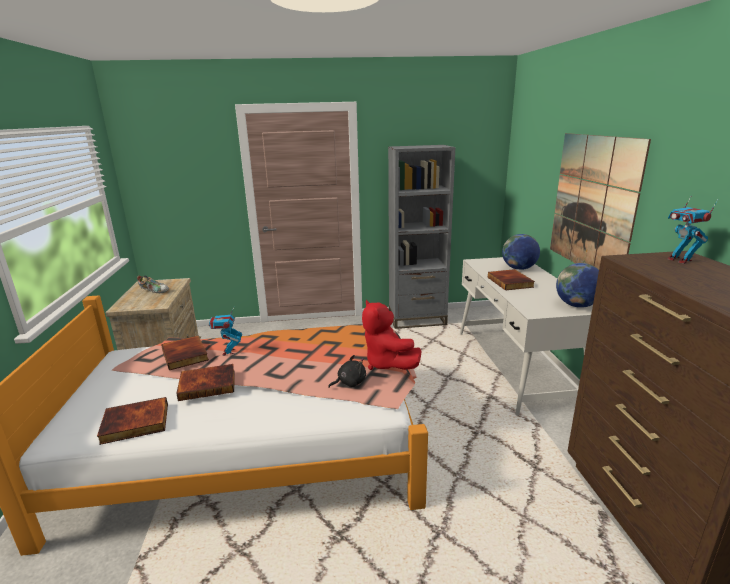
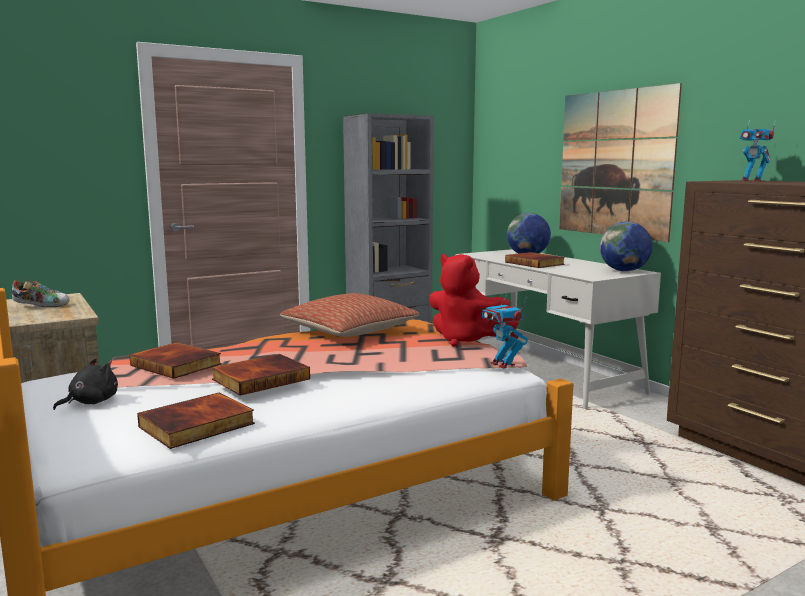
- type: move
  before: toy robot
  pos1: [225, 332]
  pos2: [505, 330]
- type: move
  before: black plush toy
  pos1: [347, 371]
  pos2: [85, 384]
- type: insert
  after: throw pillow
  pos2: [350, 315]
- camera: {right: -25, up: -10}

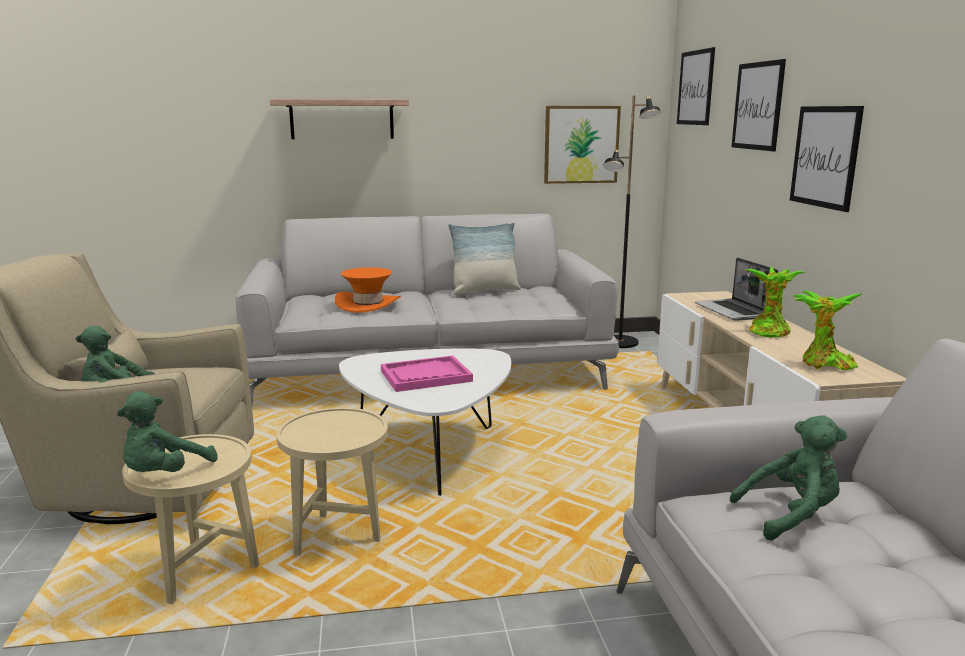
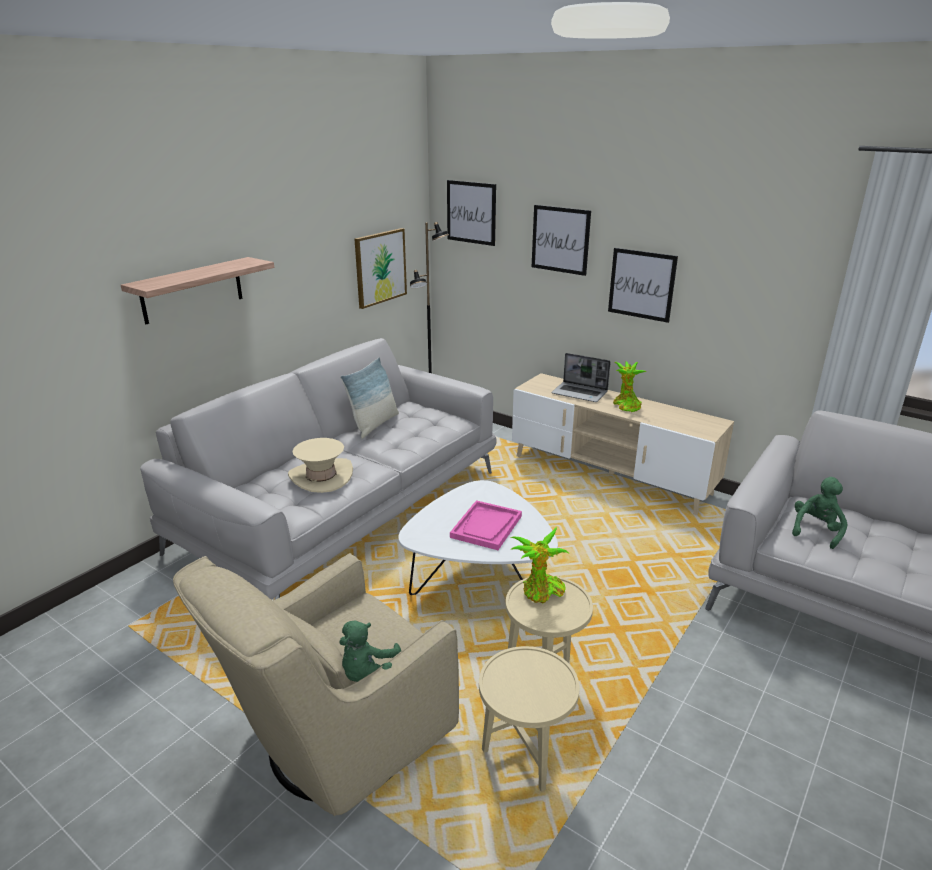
- type: delete
  before: green plush toy
  pos1: [167, 431]
- type: recolor
  before: orange-coloured wearable hat
  after: beige-coloured wearable hat
  pos1: [368, 290]
  pos2: [320, 465]
- type: move
  before: potted plant
  pos1: [827, 330]
  pos2: [539, 565]
- camera: {right: -45, up: 10}

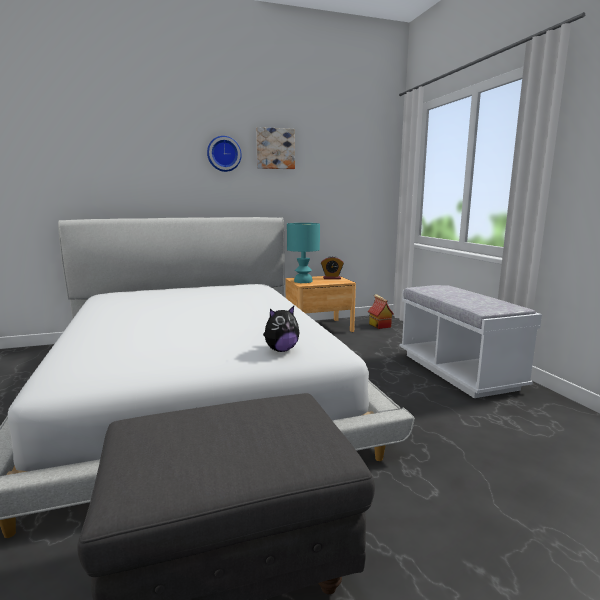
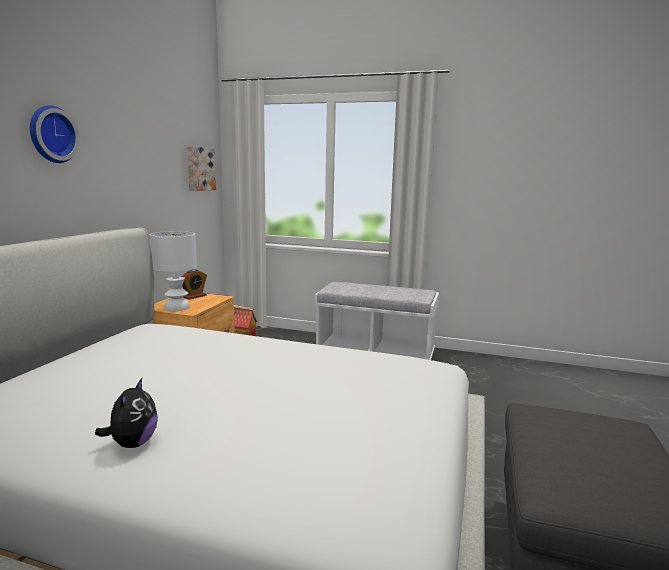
- type: move
  before: picture
  pos1: [275, 148]
  pos2: [201, 168]
- type: move
  before: plush toy
  pos1: [281, 329]
  pos2: [126, 413]
- type: recolor
  before: turquoise table lamp
  after: white-coloured table lamp
  pos1: [303, 253]
  pos2: [173, 271]
- camera: {right: -55, up: 0}

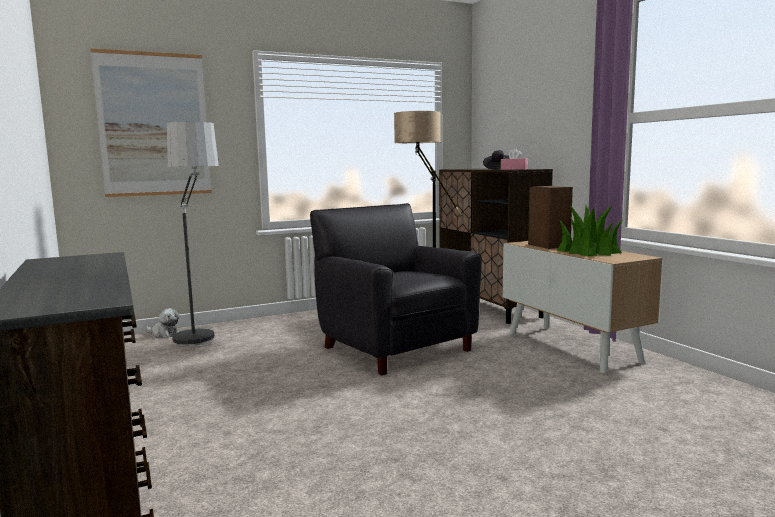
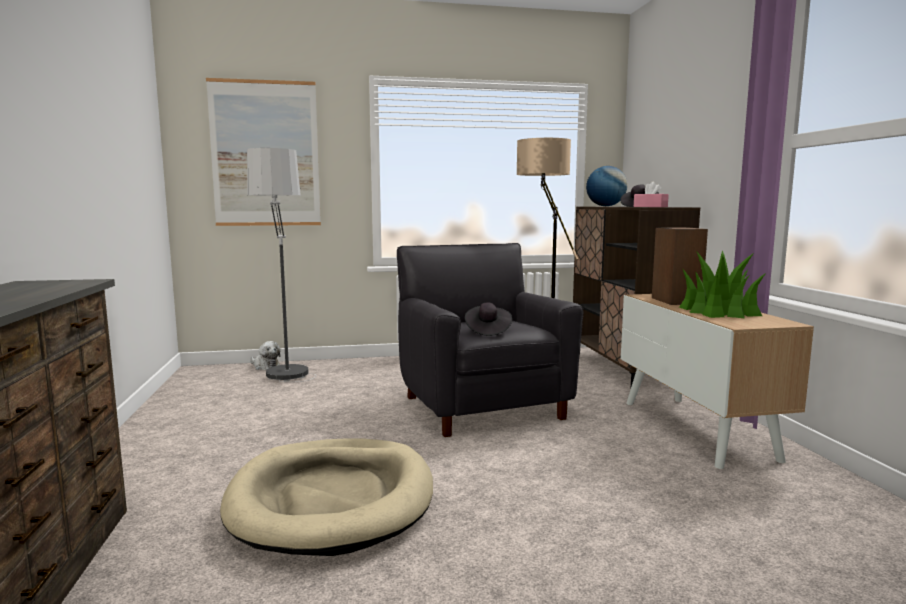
- type: insert
  after: beige-coloured dog bed
  pos2: [326, 497]
- type: insert
  after: black wearable hat
  pos2: [488, 319]
- type: insert
  after: world globe
  pos2: [606, 186]
- camera: {right: 15, up: 0}

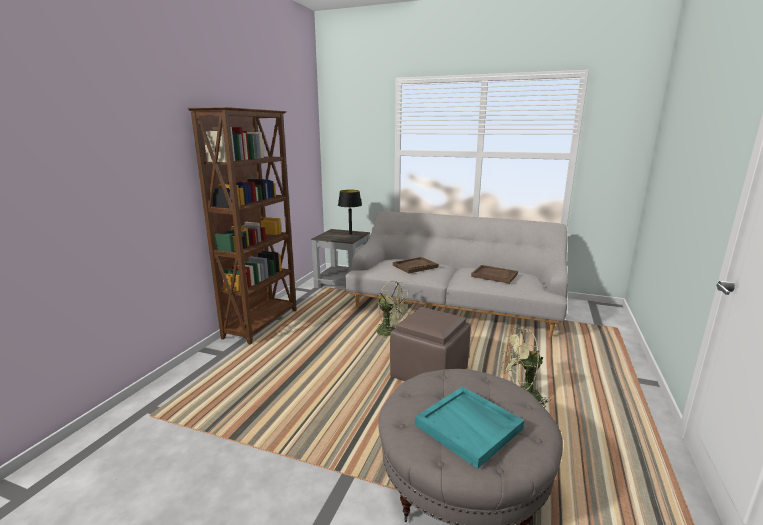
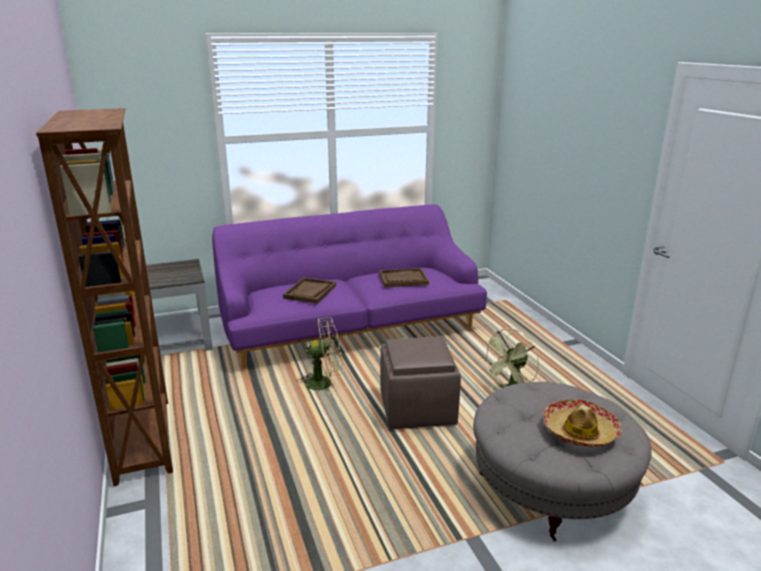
- type: delete
  before: black table lamp
  pos1: [350, 212]
- type: recolor
  before: gray couch
  after: purple-coloured couch
  pos1: [456, 274]
  pos2: [349, 287]
- type: replace
  before: turquoise carrying tray
  after: wearable hat
  pos1: [469, 427]
  pos2: [582, 423]
- camera: {right: -40, up: 5}

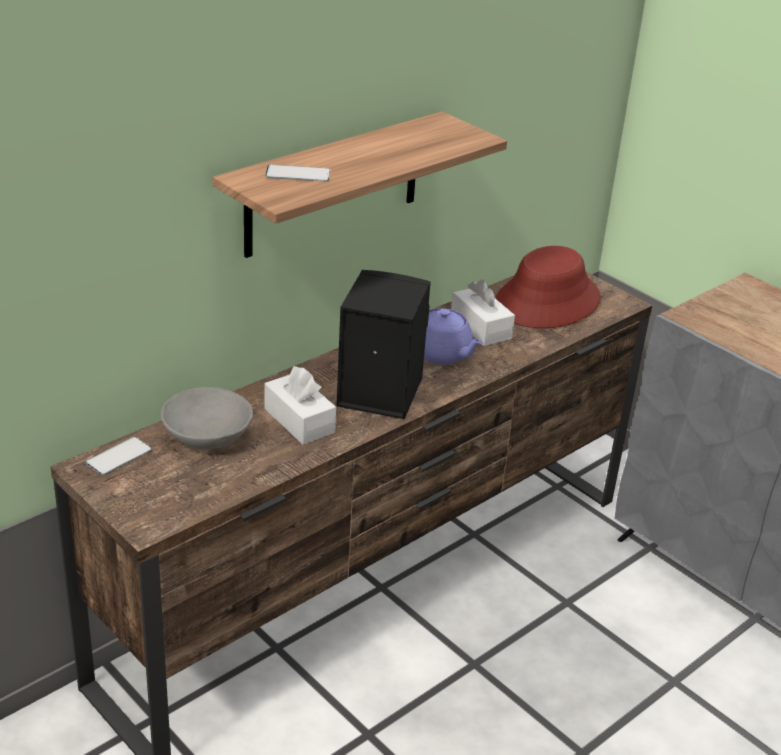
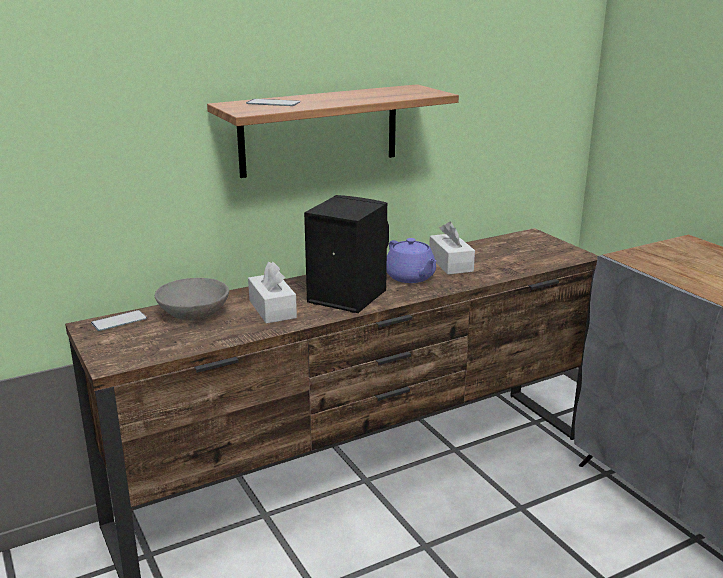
- type: delete
  before: reddish wearable hat
  pos1: [548, 287]
- camera: {right: 15, up: -10}

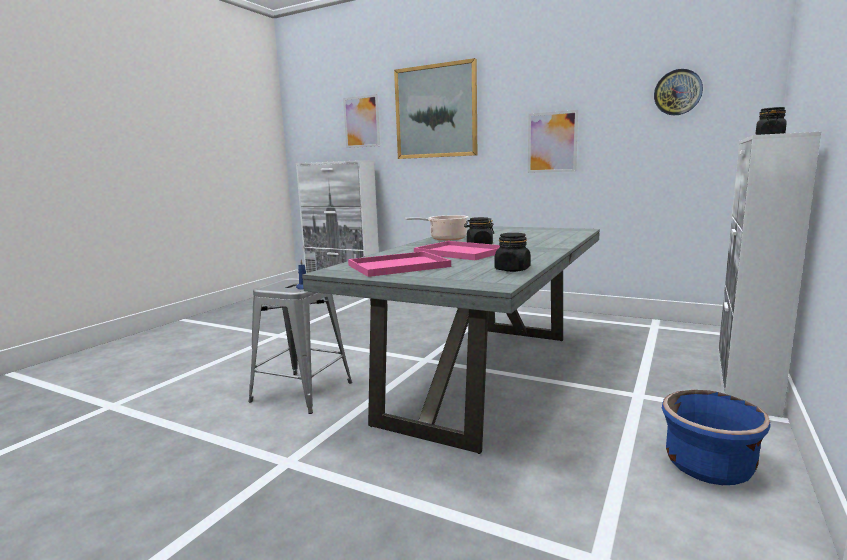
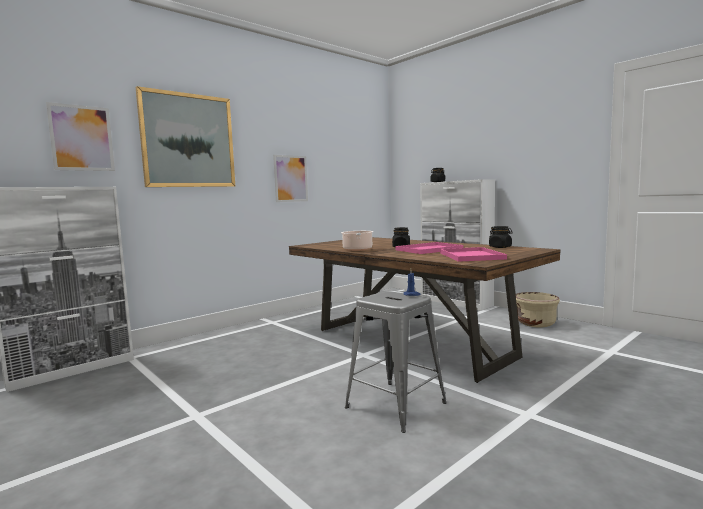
- type: recolor
  before: gray kitchen table
  after: brown kitchen table
  pos1: [451, 340]
  pos2: [424, 310]
- type: delete
  before: wall clock
  pos1: [678, 92]
- type: recolor
  before: blue plant pot
  after: beige-coloured plant pot
  pos1: [716, 437]
  pos2: [537, 310]
- camera: {right: -70, up: -5}

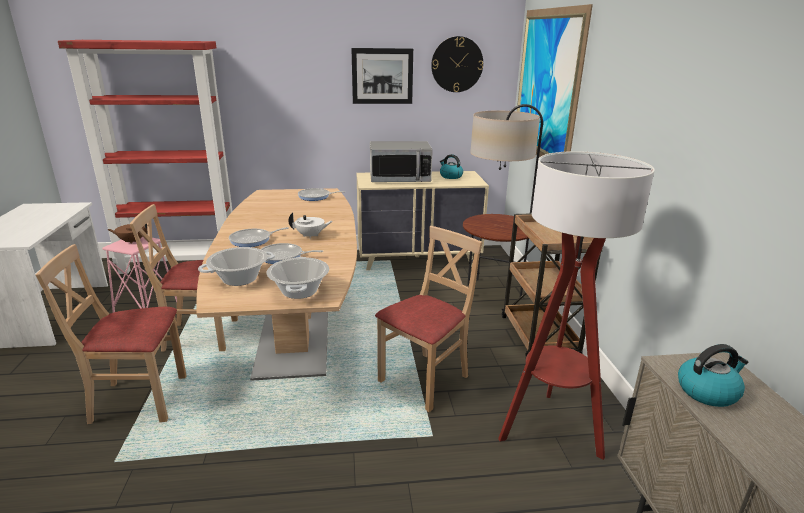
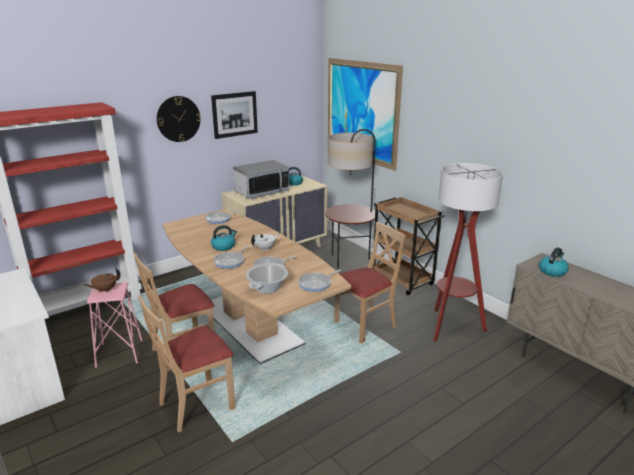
- type: replace
  before: stockpot
  after: skillet
  pos1: [297, 278]
  pos2: [319, 281]
- type: rotate
  before: beige-coloured upright chair
  pos1: [428, 319]
  pos2: [369, 283]
  turn: 45
- type: move
  before: wall clock
  pos1: [457, 64]
  pos2: [179, 119]
- type: insert
  after: kettle
  pos2: [224, 238]
- camera: {right: -30, up: 0}

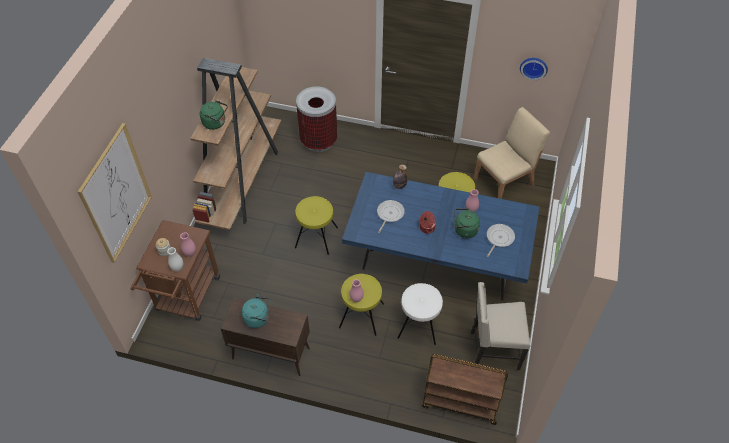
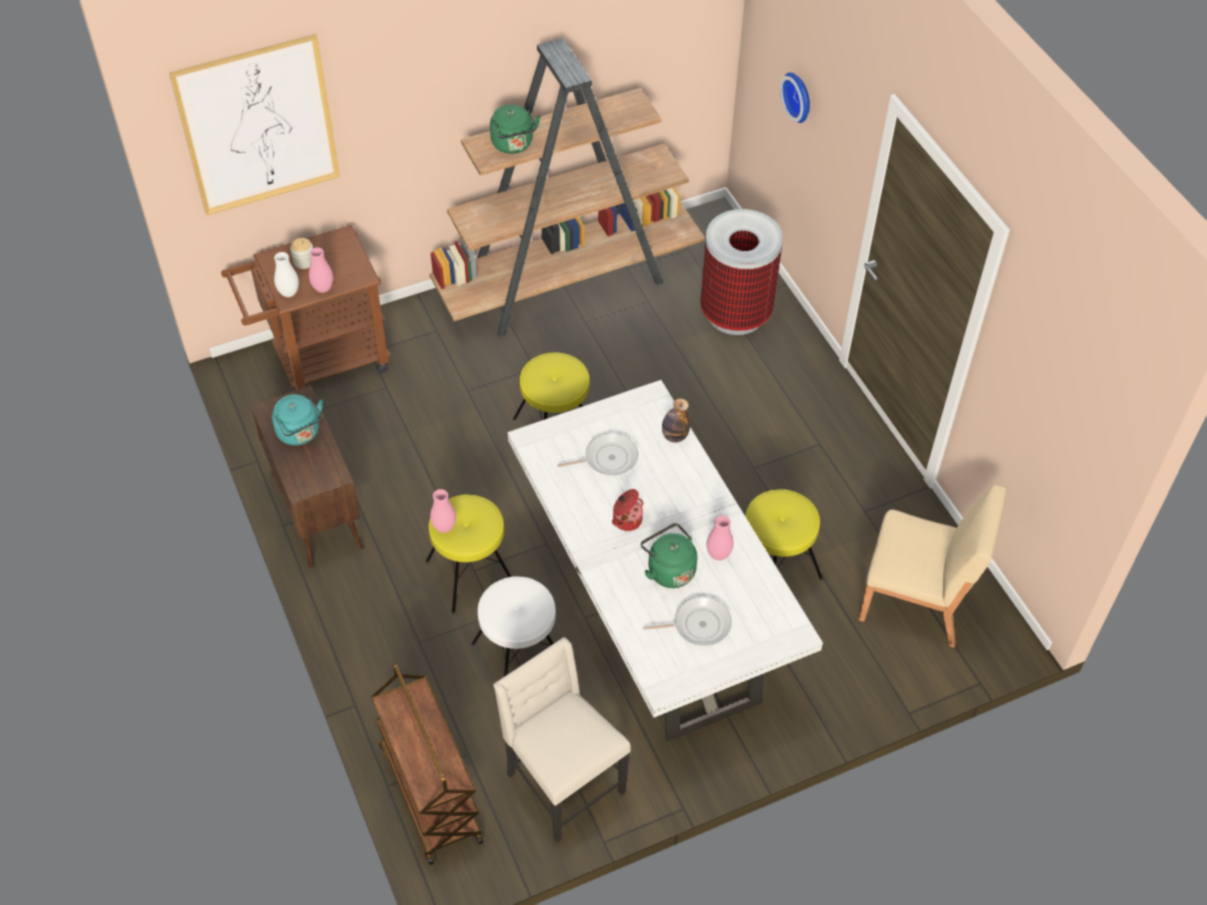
- type: recolor
  before: blue kitchen table
  after: white-coloured kitchen table
  pos1: [441, 236]
  pos2: [665, 561]
- type: move
  before: wall clock
  pos1: [534, 69]
  pos2: [795, 97]
- camera: {right: 50, up: 0}

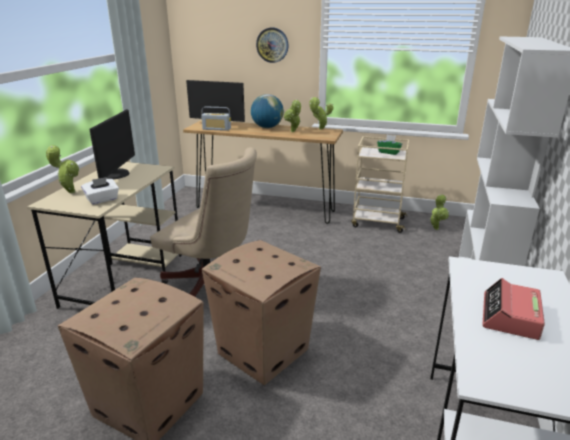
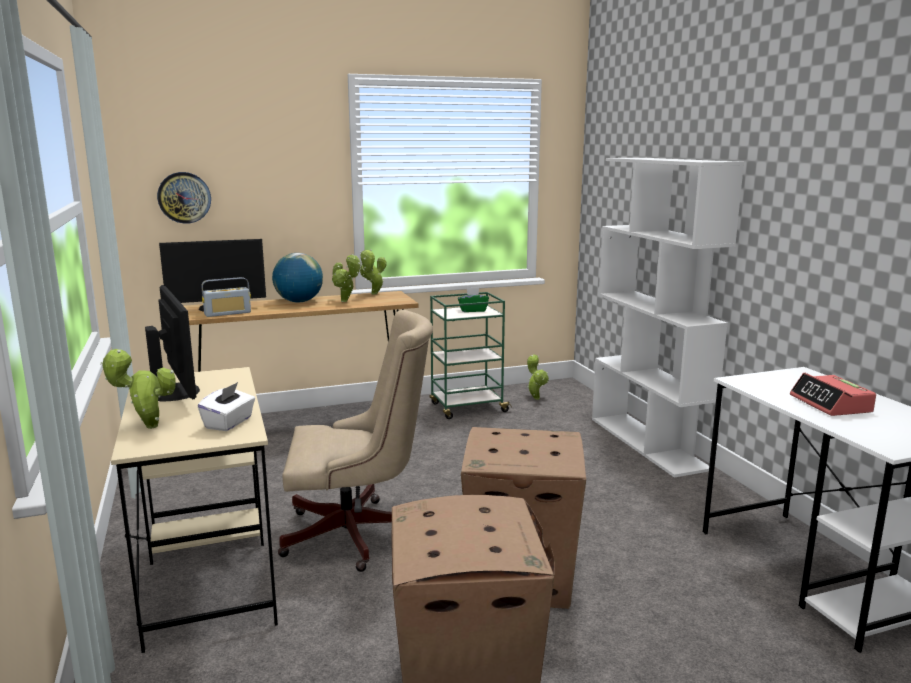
- type: move
  before: wall clock
  pos1: [272, 45]
  pos2: [184, 198]
- type: recolor
  before: beige-coloured cart
  after: green cart
  pos1: [380, 184]
  pos2: [470, 355]
- camera: {right: -35, up: -10}

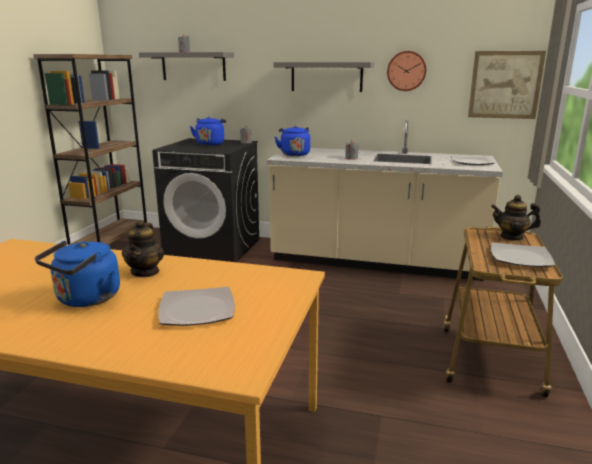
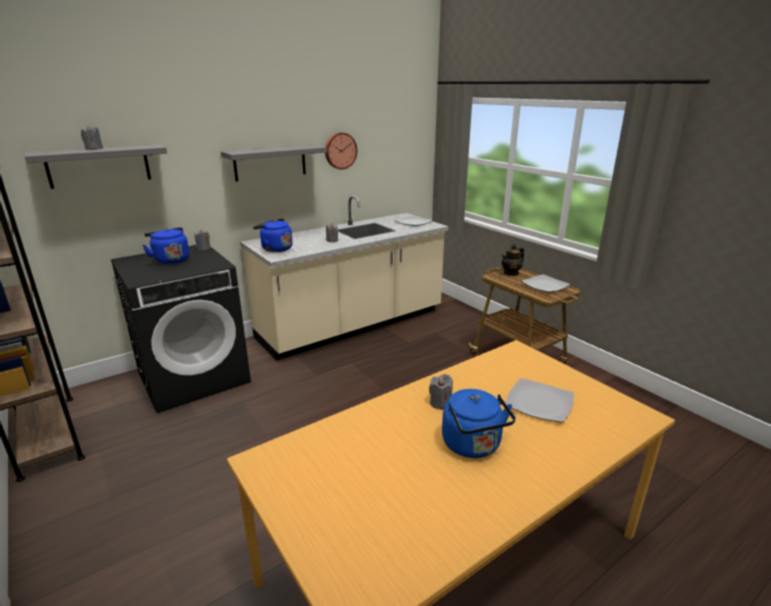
- type: replace
  before: pot for tea
  after: gray wax light
  pos1: [143, 248]
  pos2: [441, 392]
- type: delete
  before: picture
  pos1: [507, 85]
- camera: {right: -50, up: 5}

